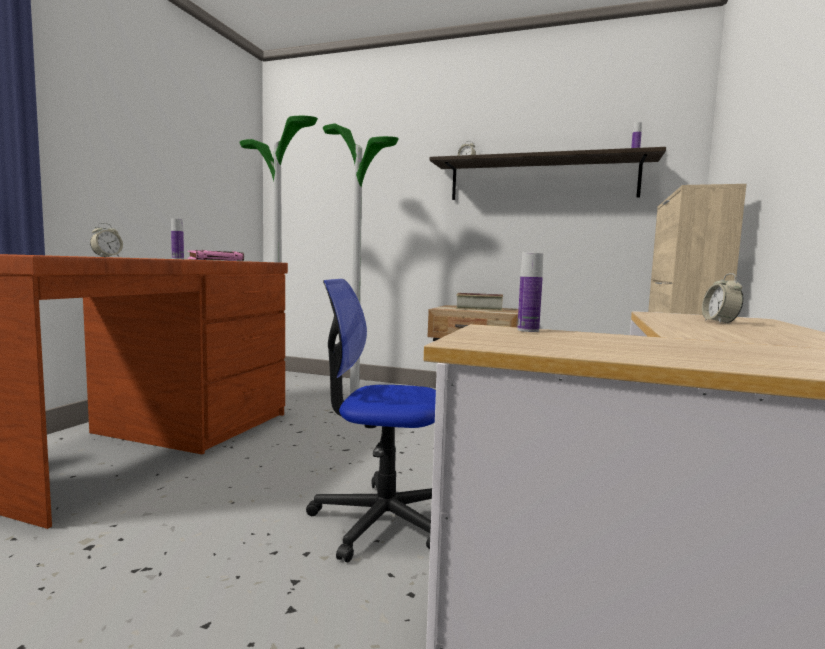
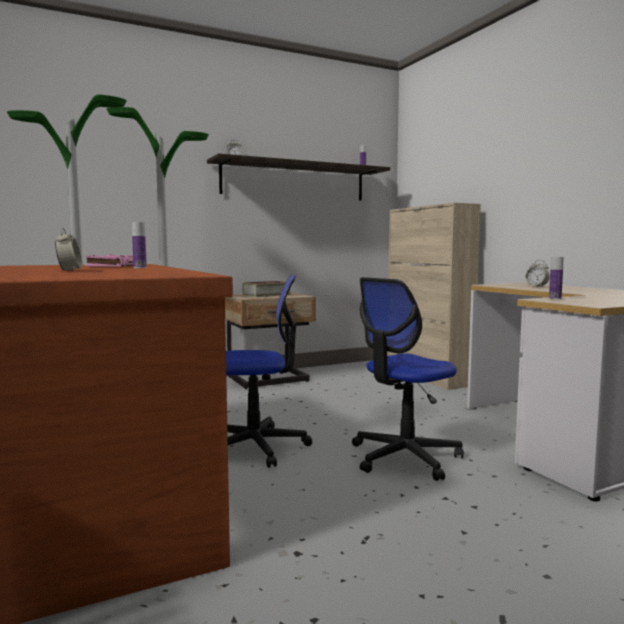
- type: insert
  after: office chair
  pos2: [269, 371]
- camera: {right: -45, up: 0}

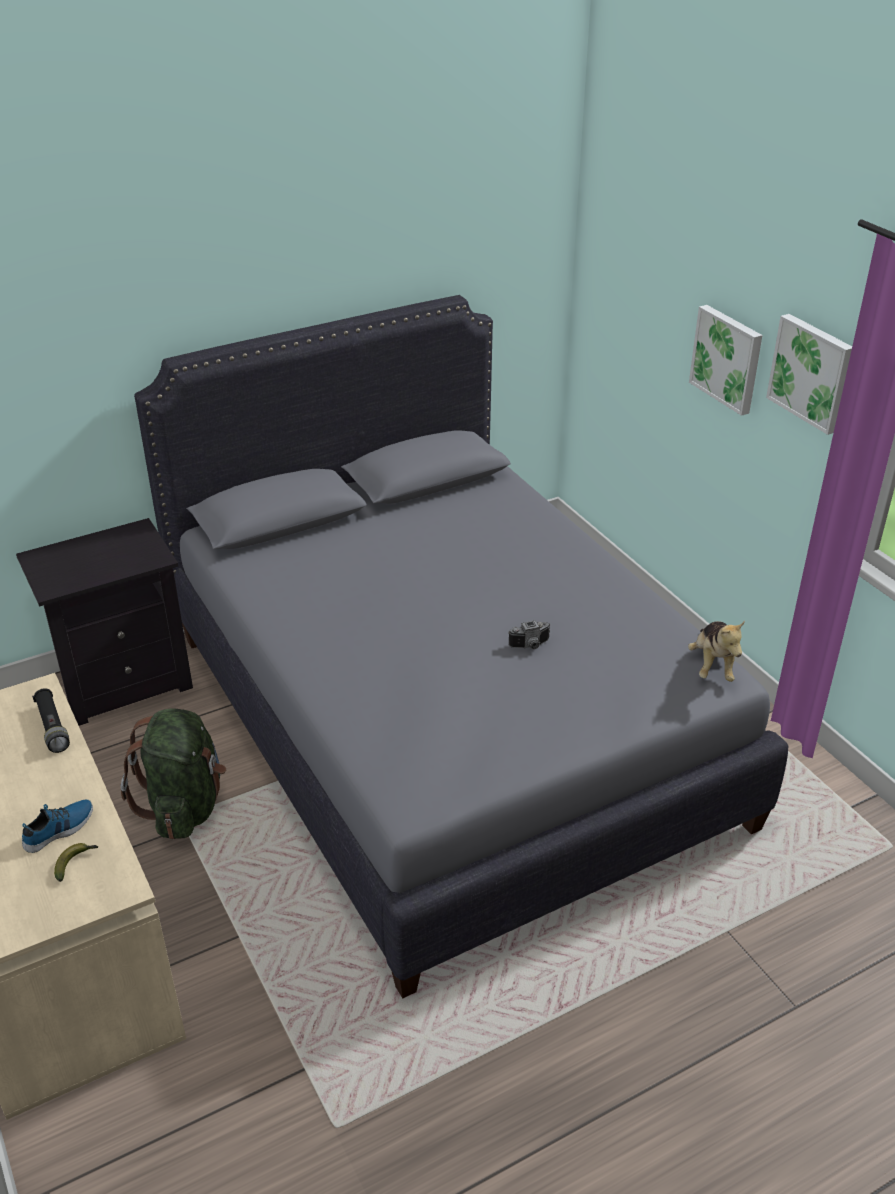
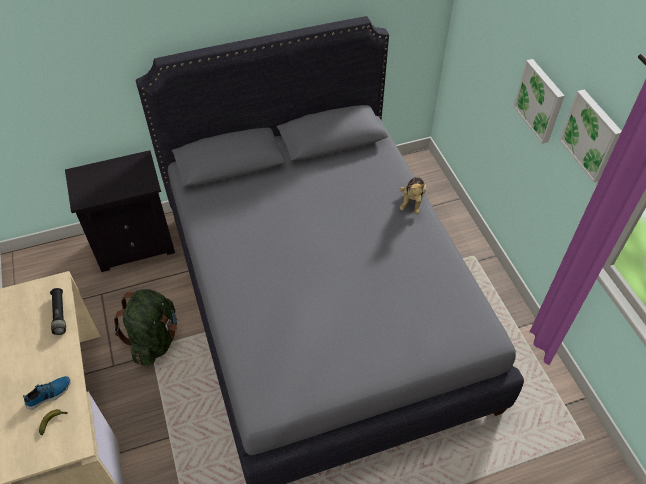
- type: delete
  before: still camera
  pos1: [529, 634]
- type: move
  before: plush toy
  pos1: [716, 651]
  pos2: [412, 195]
- camera: {right: 10, up: 15}

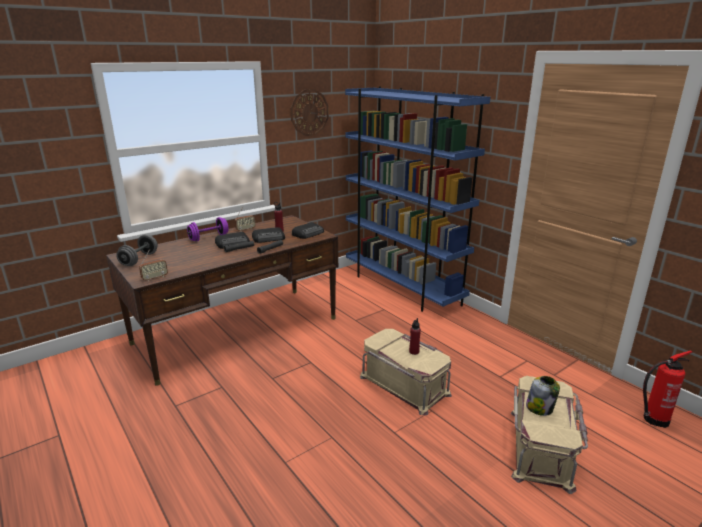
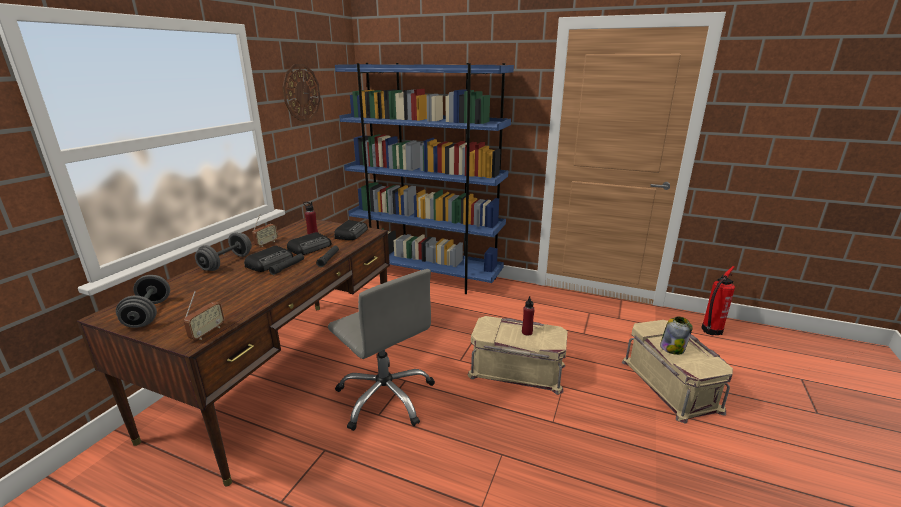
- type: recolor
  before: purple-coloured free weight
  after: gray free weight
  pos1: [208, 229]
  pos2: [223, 251]
- type: insert
  after: gray office chair
  pos2: [381, 350]
- camera: {right: -30, up: 0}

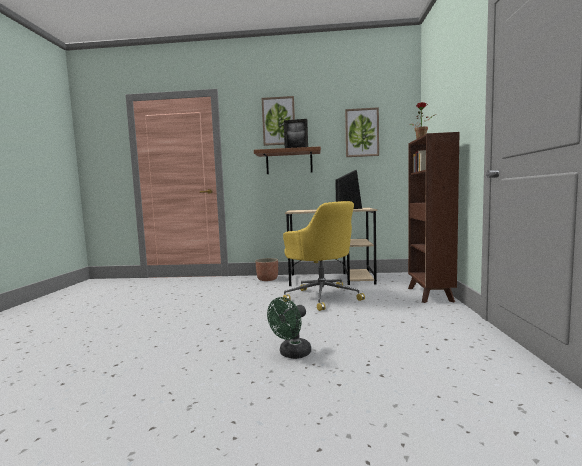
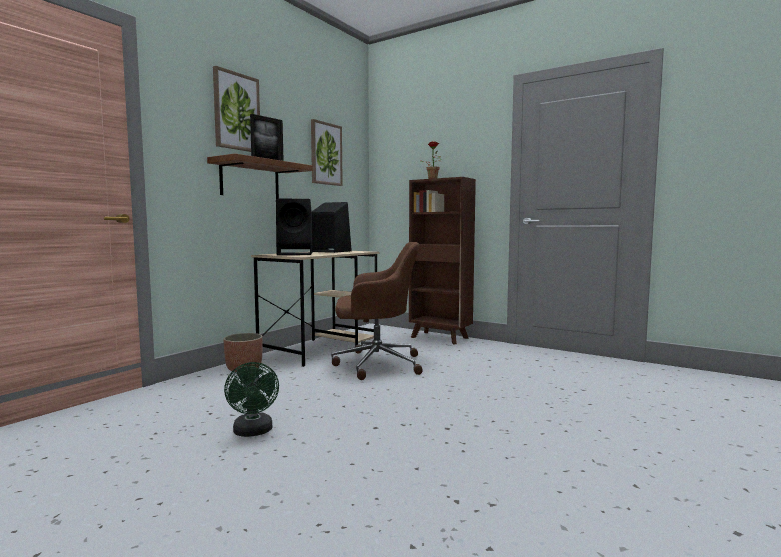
- type: move
  before: green fan
  pos1: [289, 328]
  pos2: [251, 399]
- type: recolor
  before: yellow office chair
  after: brown office chair
  pos1: [324, 256]
  pos2: [377, 311]
- type: insert
  after: black speaker
  pos2: [294, 227]
- camera: {right: -60, up: 0}

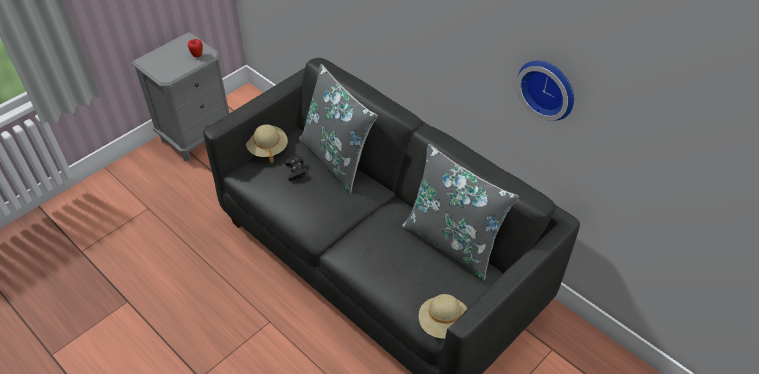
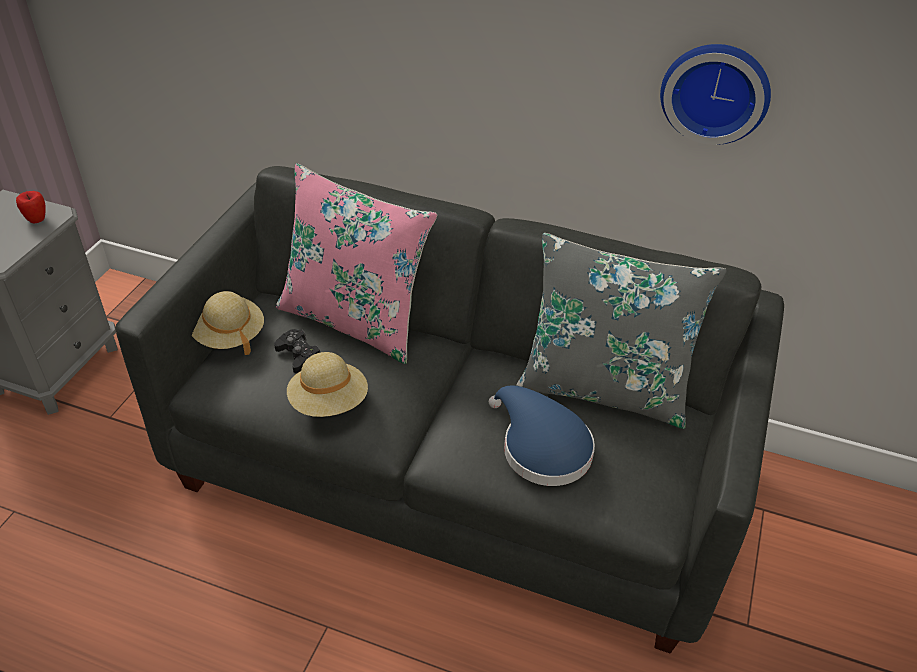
- type: recolor
  before: gray throw pillow
  after: pink-coloured throw pillow
  pos1: [338, 128]
  pos2: [356, 263]
- type: move
  before: beige-coloured wearable hat
  pos1: [443, 316]
  pos2: [327, 384]
- type: insert
  after: blue wearable hat
  pos2: [542, 436]
- camera: {right: -25, up: -5}

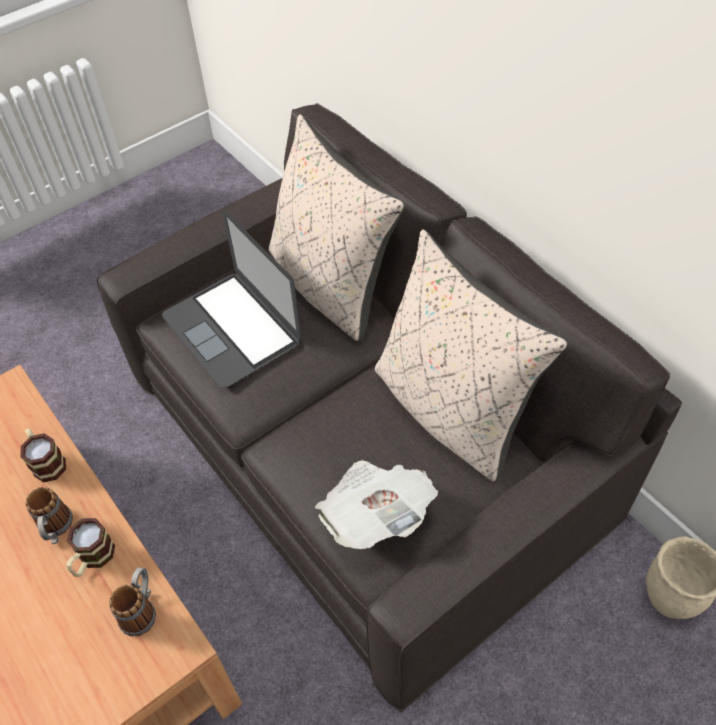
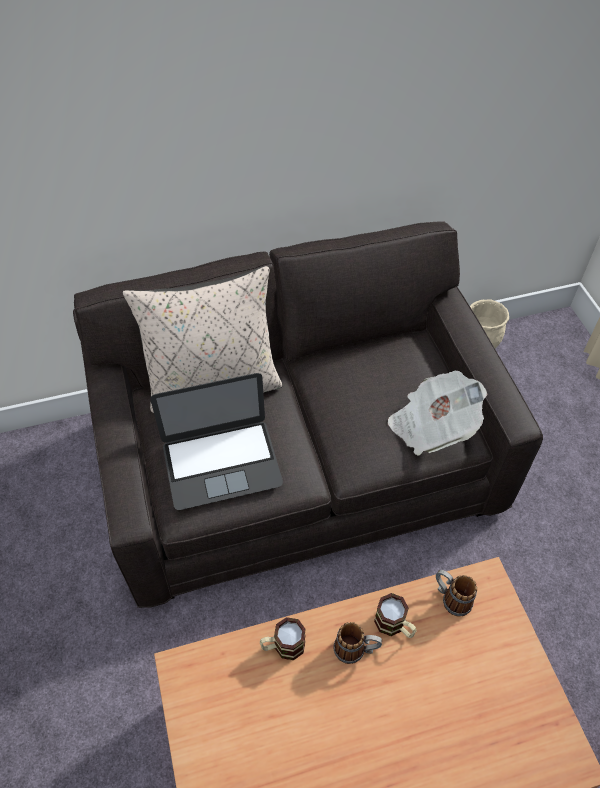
- type: delete
  before: beige-coloured throw pillow
  pos1: [471, 356]
- camera: {right: -70, up: 0}

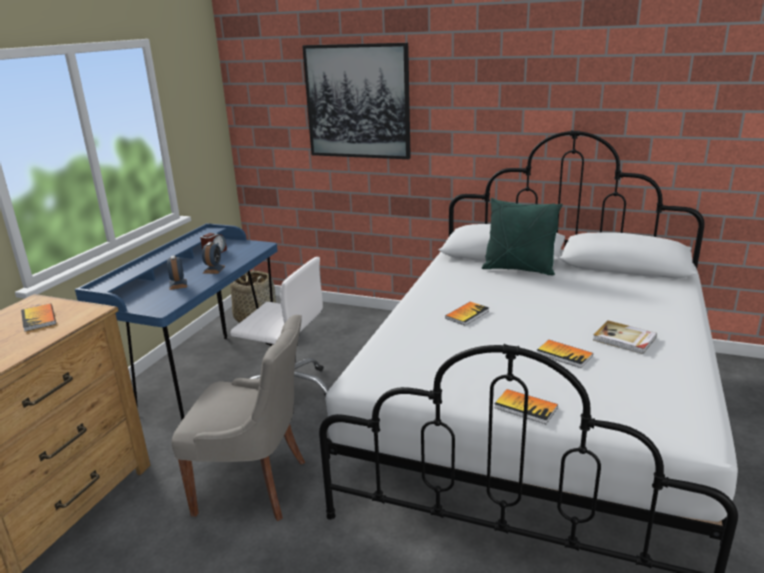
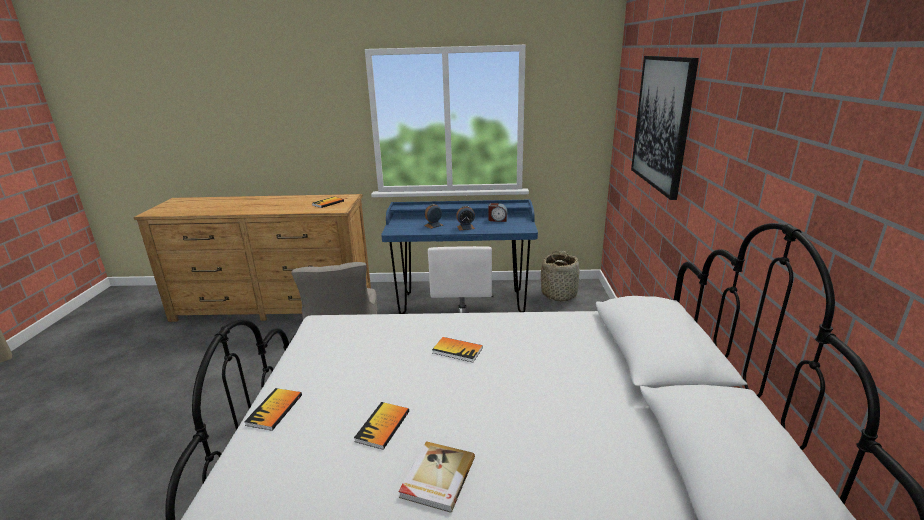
- type: delete
  before: green throw pillow
  pos1: [522, 236]
- camera: {right: 70, up: 0}

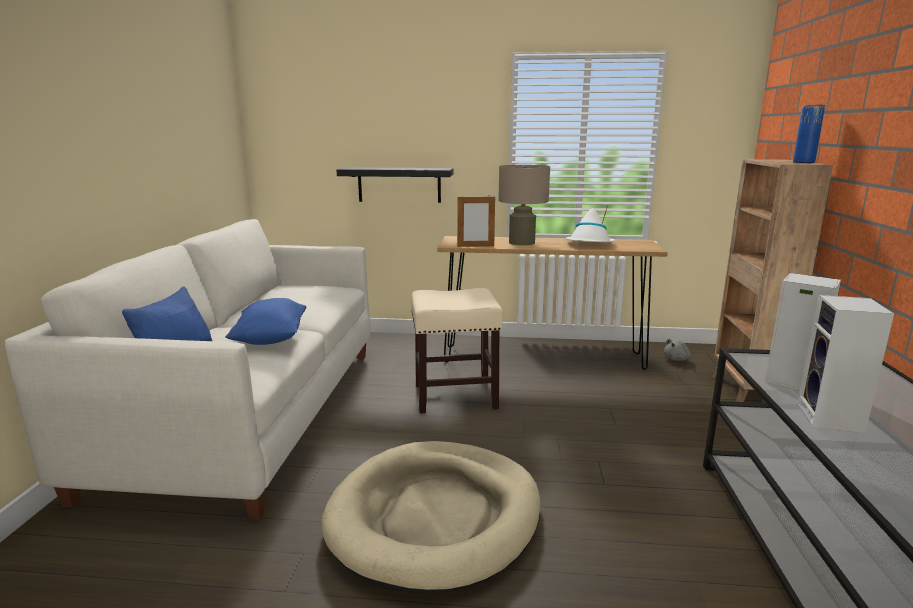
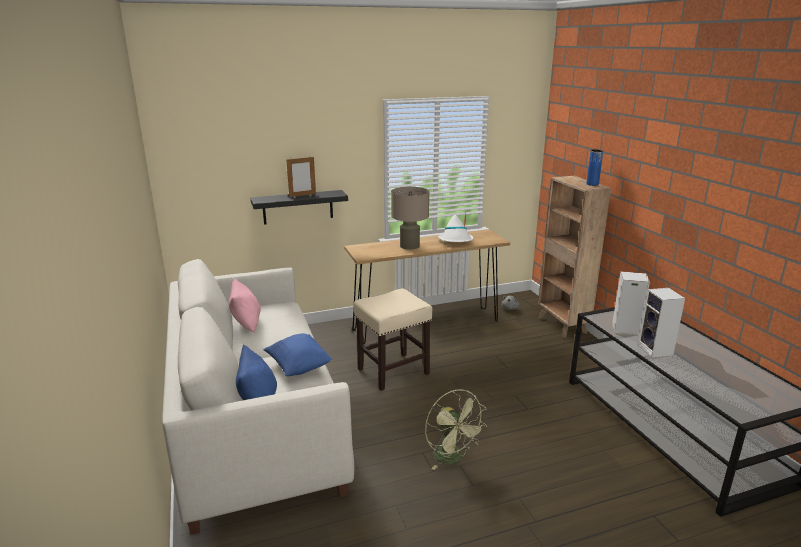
- type: replace
  before: beige-coloured dog bed
  after: green fan
  pos1: [431, 517]
  pos2: [456, 429]
- type: move
  before: picture frame
  pos1: [476, 221]
  pos2: [301, 177]
- type: insert
  after: pink-coloured throw pillow
  pos2: [245, 305]
- camera: {right: -25, up: 5}

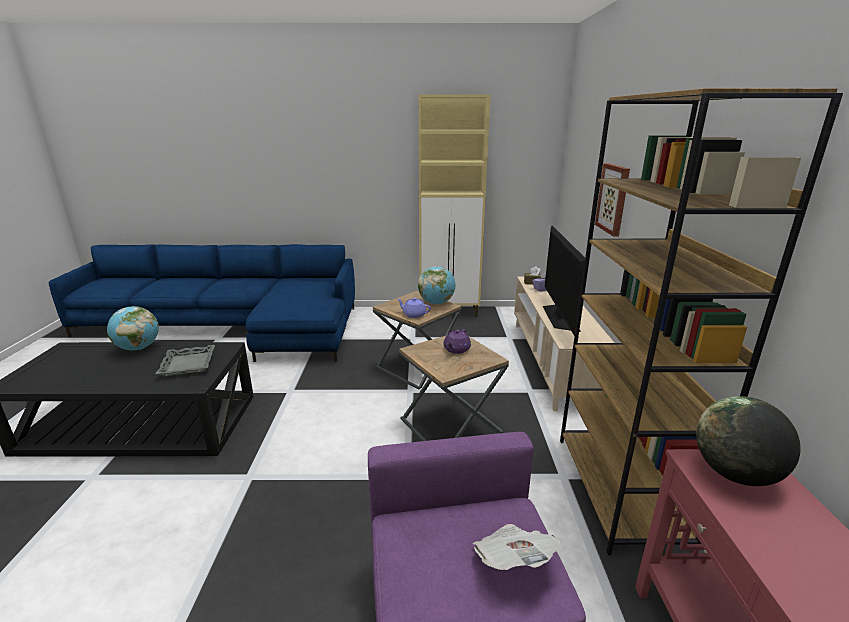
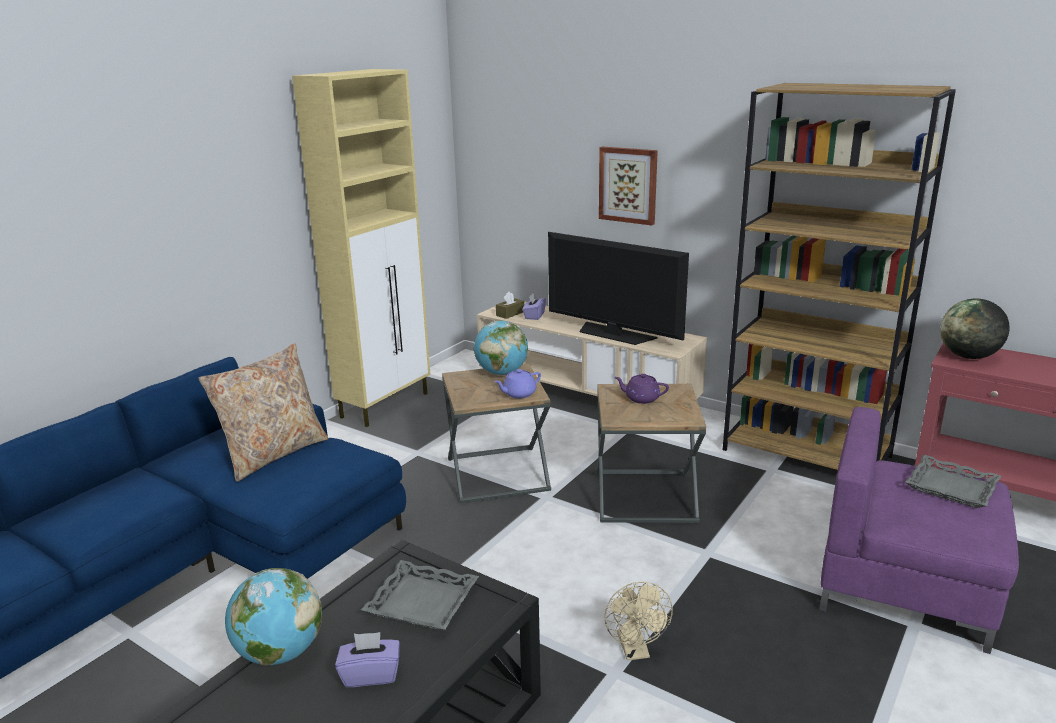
- type: rotate
  before: purple-coloured pot for tea
  pos1: [457, 341]
  pos2: [641, 389]
  turn: 135
- type: replace
  before: daily paper
  after: gray carrying tray
  pos1: [518, 547]
  pos2: [953, 481]
- type: insert
  after: beige-coloured throw pillow
  pos2: [264, 412]
- type: insert
  after: purple-coloured tissue box
  pos2: [367, 659]
- type: insert
  after: beige-coloured fan
  pos2: [639, 621]
- camera: {right: -55, up: 0}

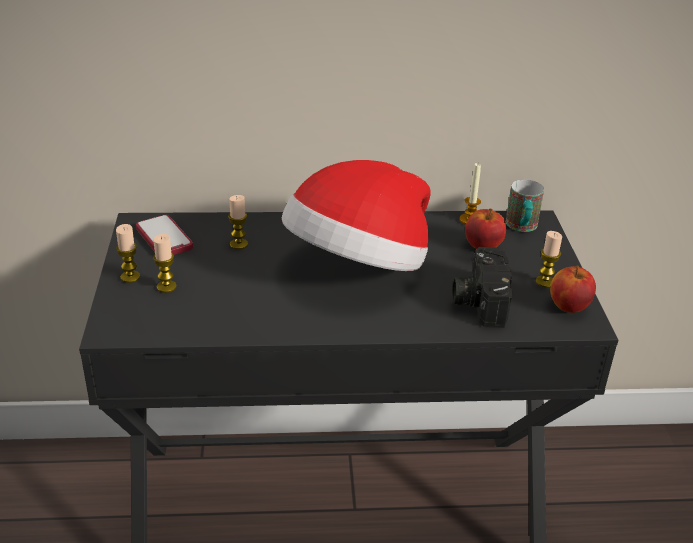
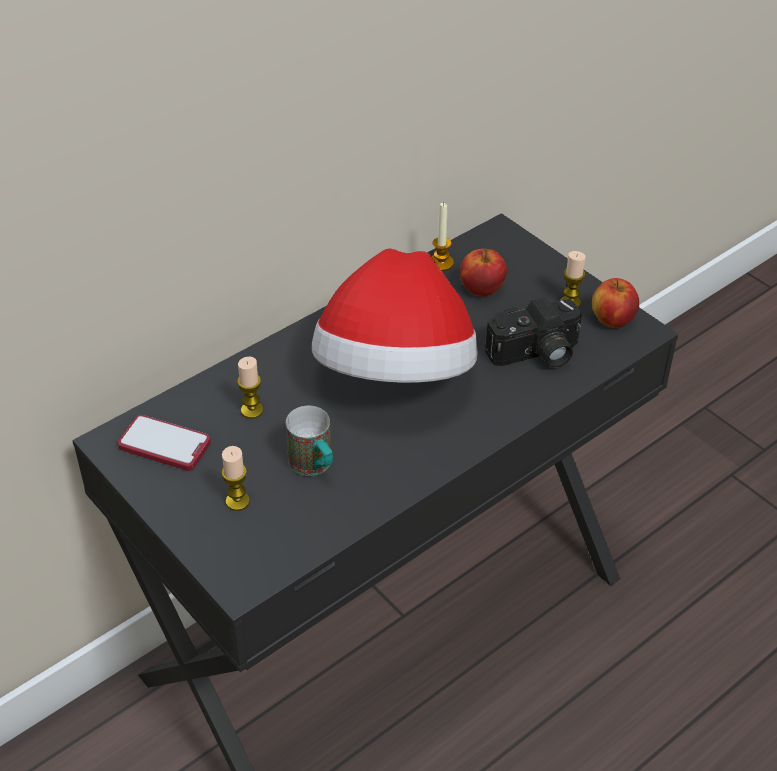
- type: delete
  before: wax light
  pos1: [128, 253]
- type: rotate
  before: still camera
  pos1: [482, 287]
  pos2: [533, 332]
  turn: -75
- type: move
  before: mug
  pos1: [525, 206]
  pos2: [309, 441]
- camera: {right: -35, up: 10}

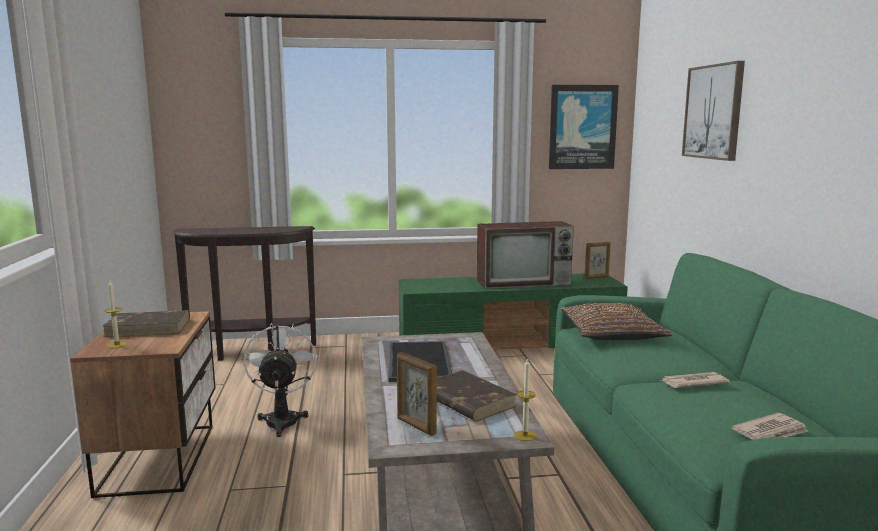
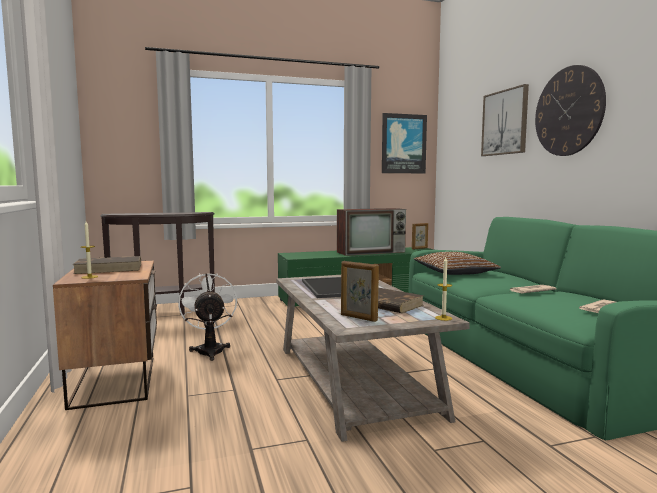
- type: insert
  after: wall clock
  pos2: [570, 110]
- camera: {right: -10, up: -5}

